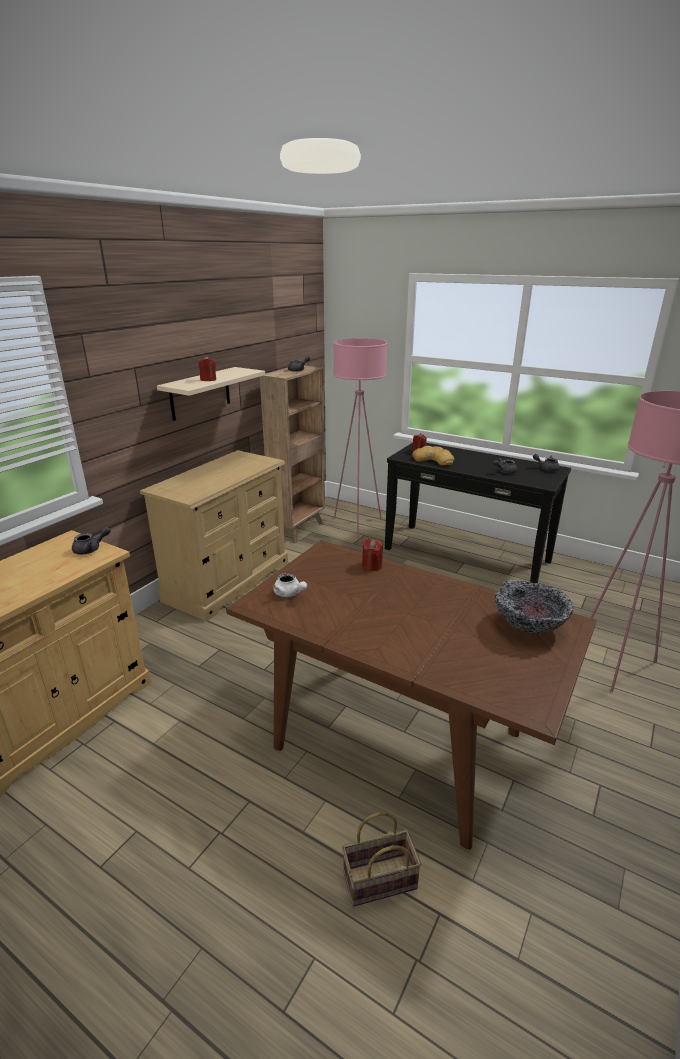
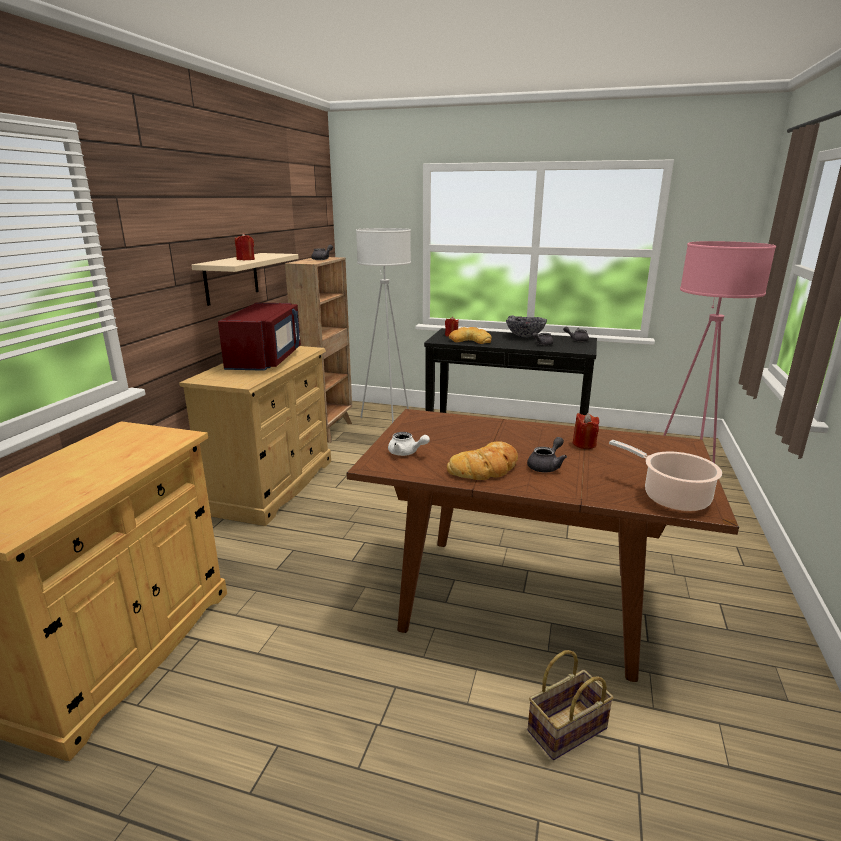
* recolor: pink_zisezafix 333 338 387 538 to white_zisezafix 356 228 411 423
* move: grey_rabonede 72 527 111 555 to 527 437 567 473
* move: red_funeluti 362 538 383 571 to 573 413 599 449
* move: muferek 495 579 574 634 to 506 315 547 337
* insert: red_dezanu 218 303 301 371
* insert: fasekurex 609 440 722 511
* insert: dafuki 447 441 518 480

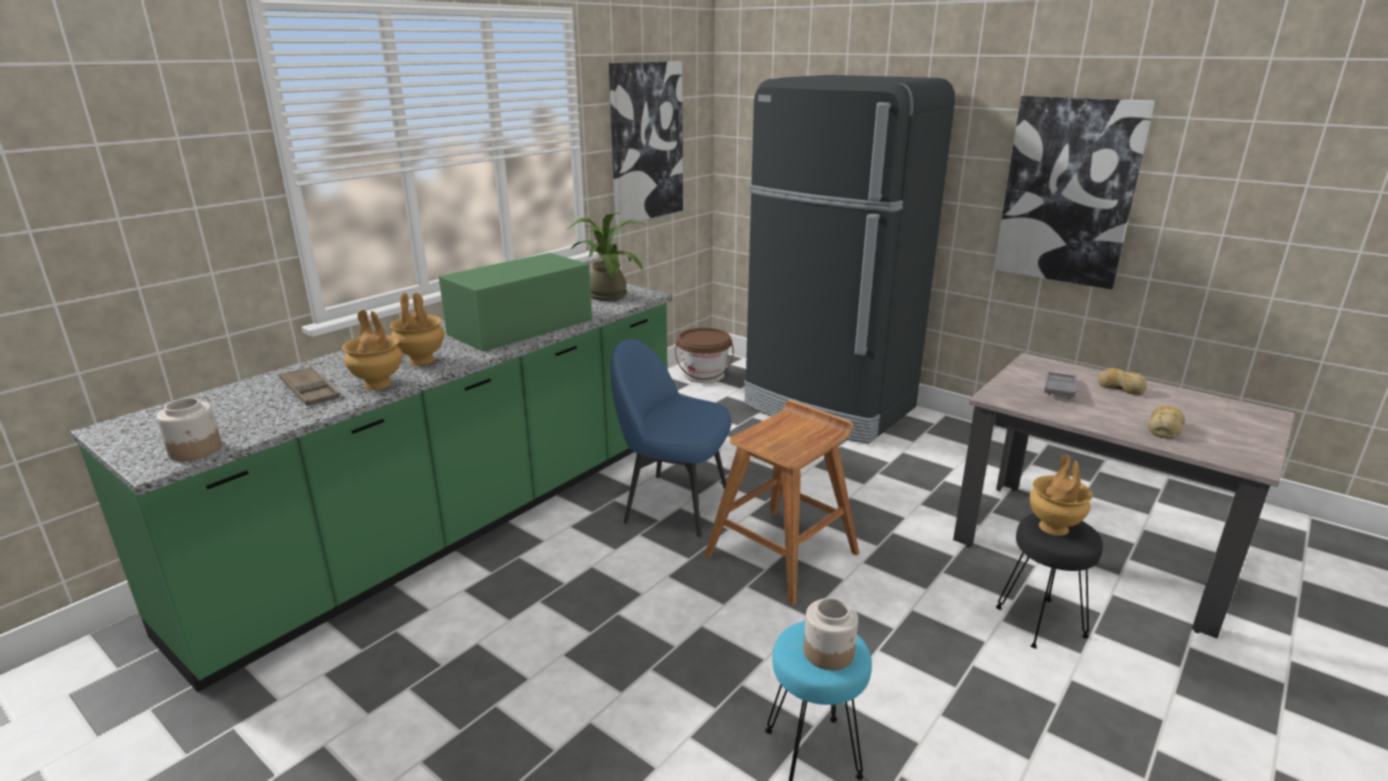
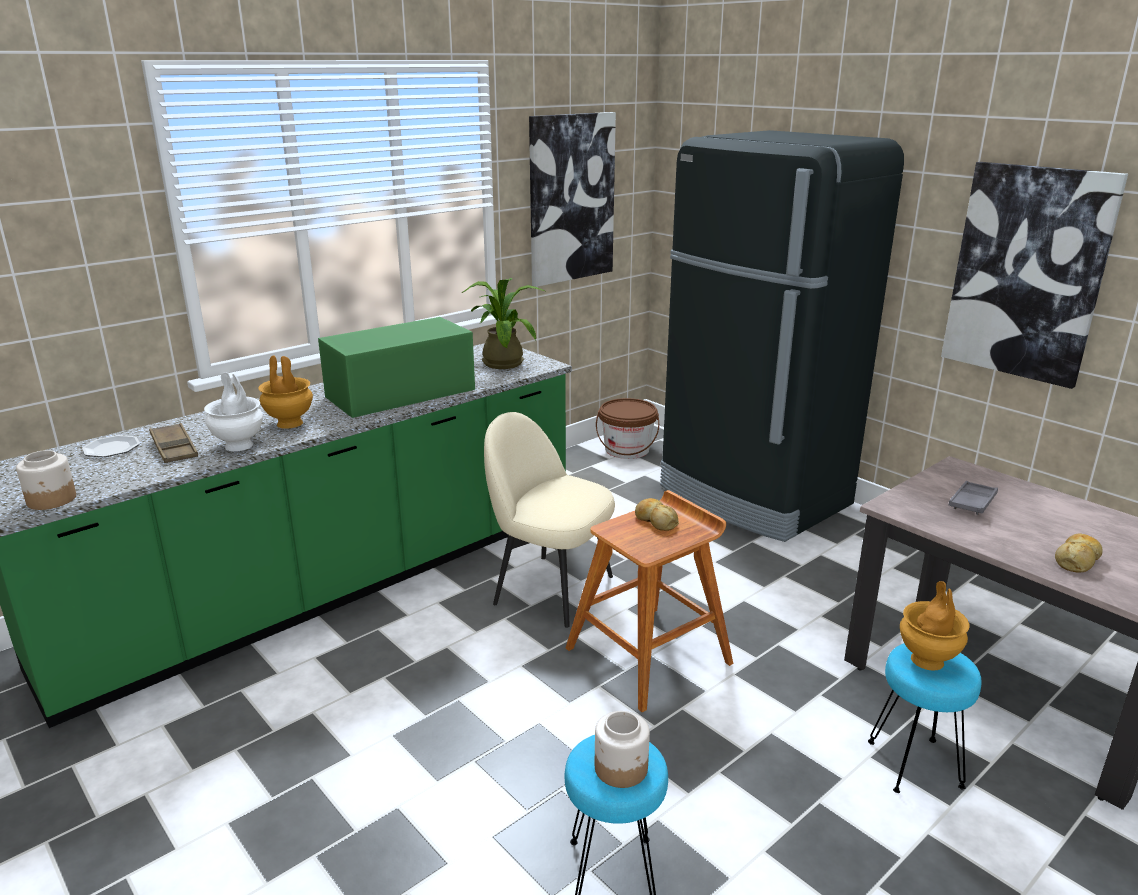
* recolor: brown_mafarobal 342 310 402 390 to white_mafarobal 204 372 263 451
* recolor: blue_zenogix 611 339 731 537 to beige_zenogix 484 412 615 628
* move: dafuki 1098 368 1147 395 to 635 498 679 531
* recolor: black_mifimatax 996 513 1103 649 to turquoise_mifimatax 868 644 981 793
* insert: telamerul 82 435 140 457

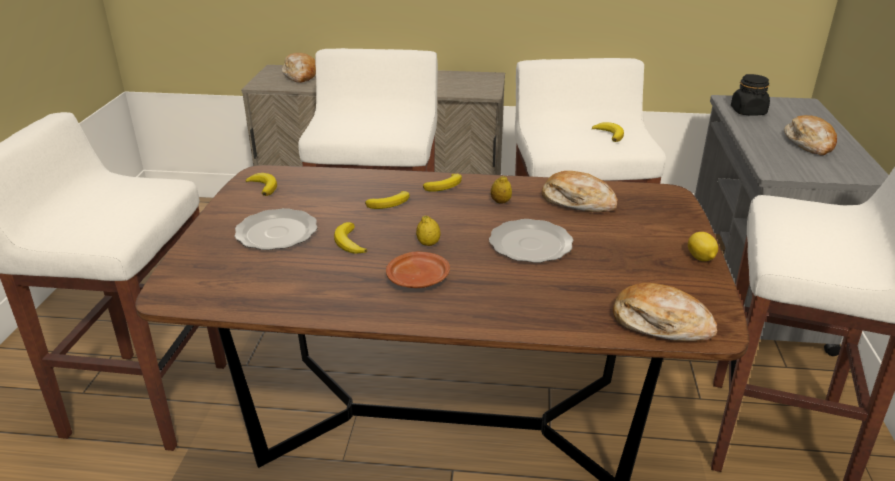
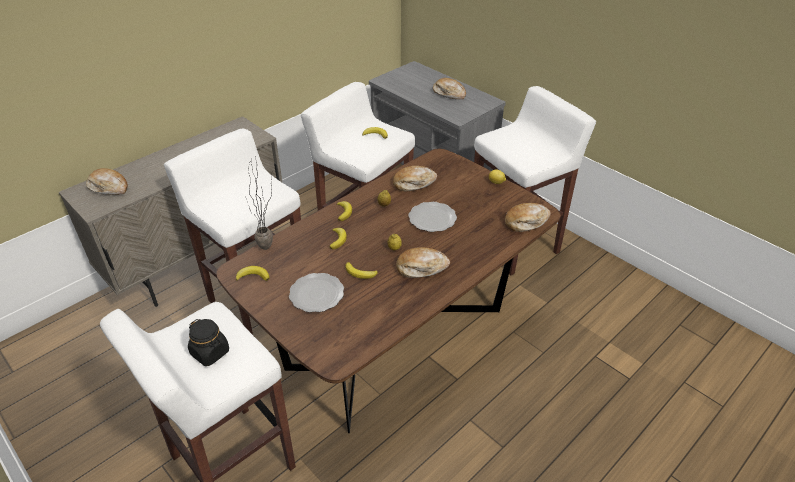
* move: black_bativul 731 74 770 116 to 188 319 229 366
* replace: brown_telamerul 386 252 450 288 to dafuki 396 247 450 278
* insert: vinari 247 154 273 250

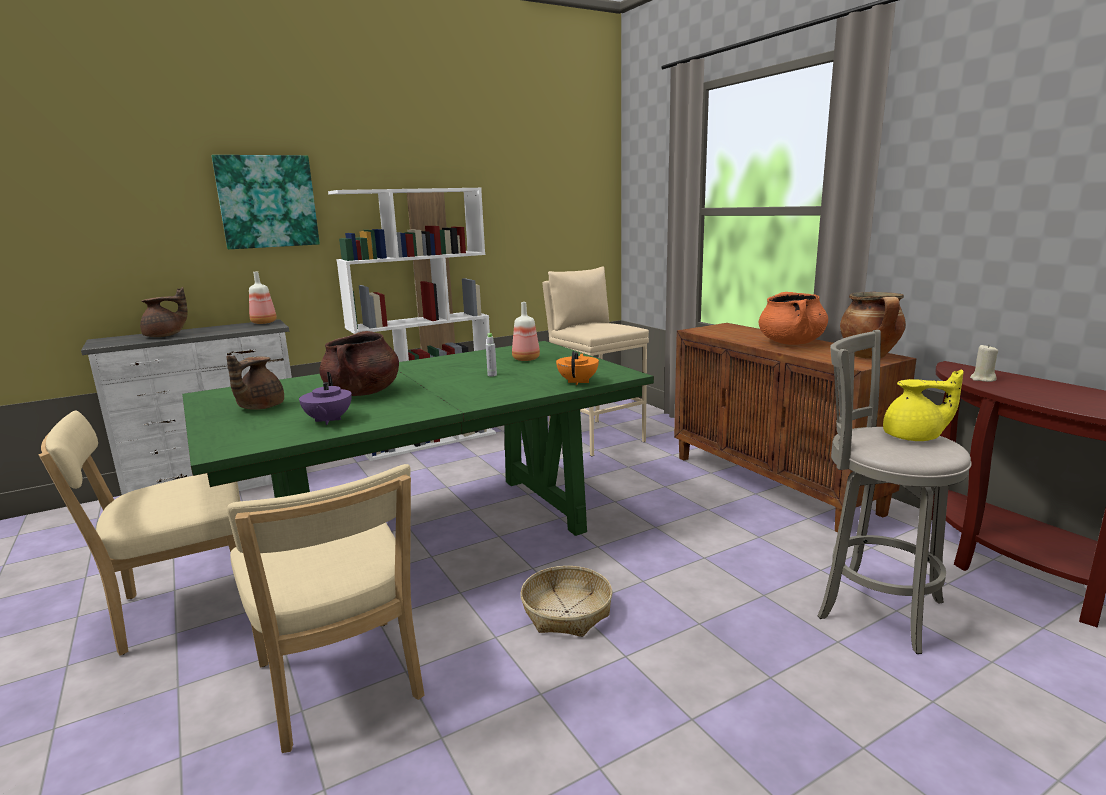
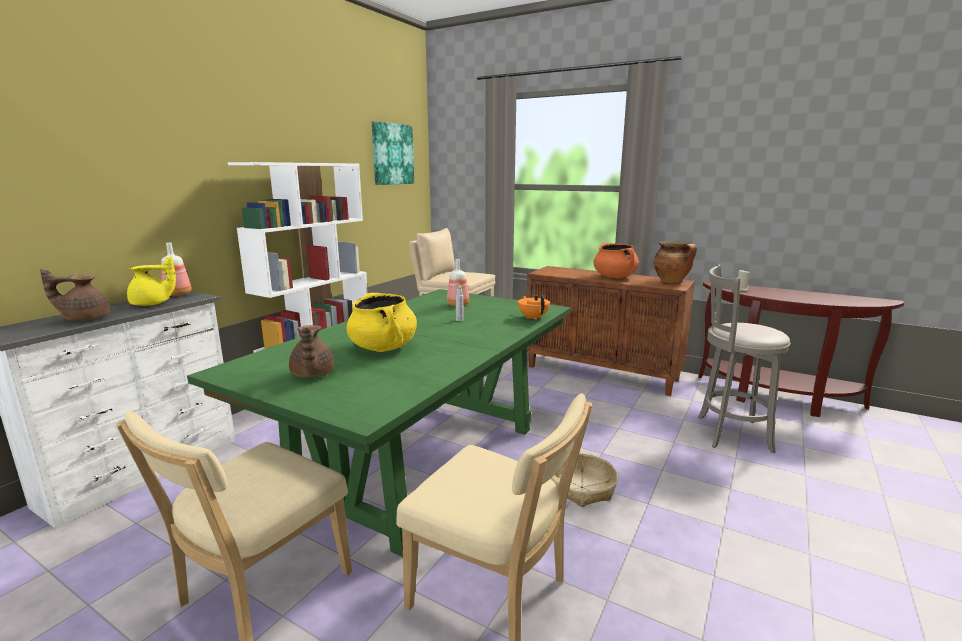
* move: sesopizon 212 155 320 249 to 372 121 414 185
* rotate: brown_rabonede 140 287 188 337 = 40 269 110 321 135 degrees counterclockwise
* recolor: brown_fasekurex 319 331 399 396 to yellow_fasekurex 347 293 417 352
* move: yellow_rabonede 883 370 964 441 to 127 256 176 306
* delete: purple_rabonede 299 372 352 425

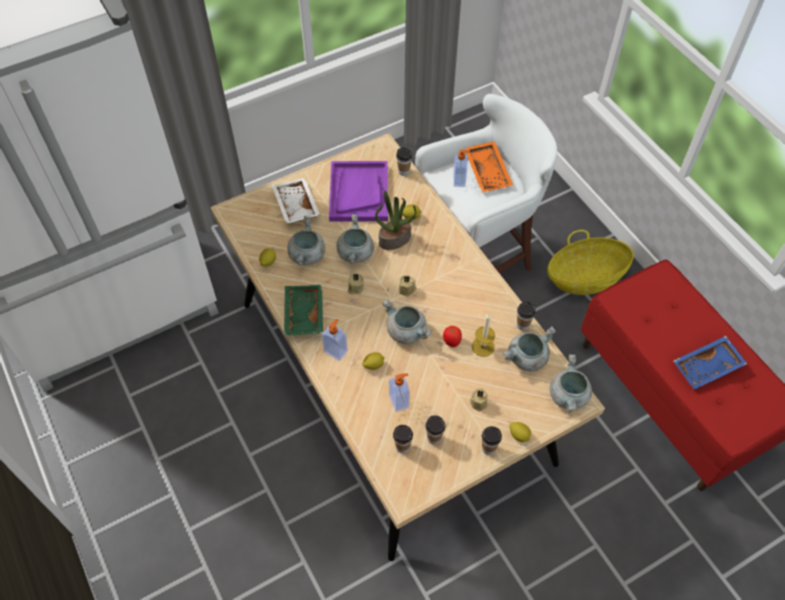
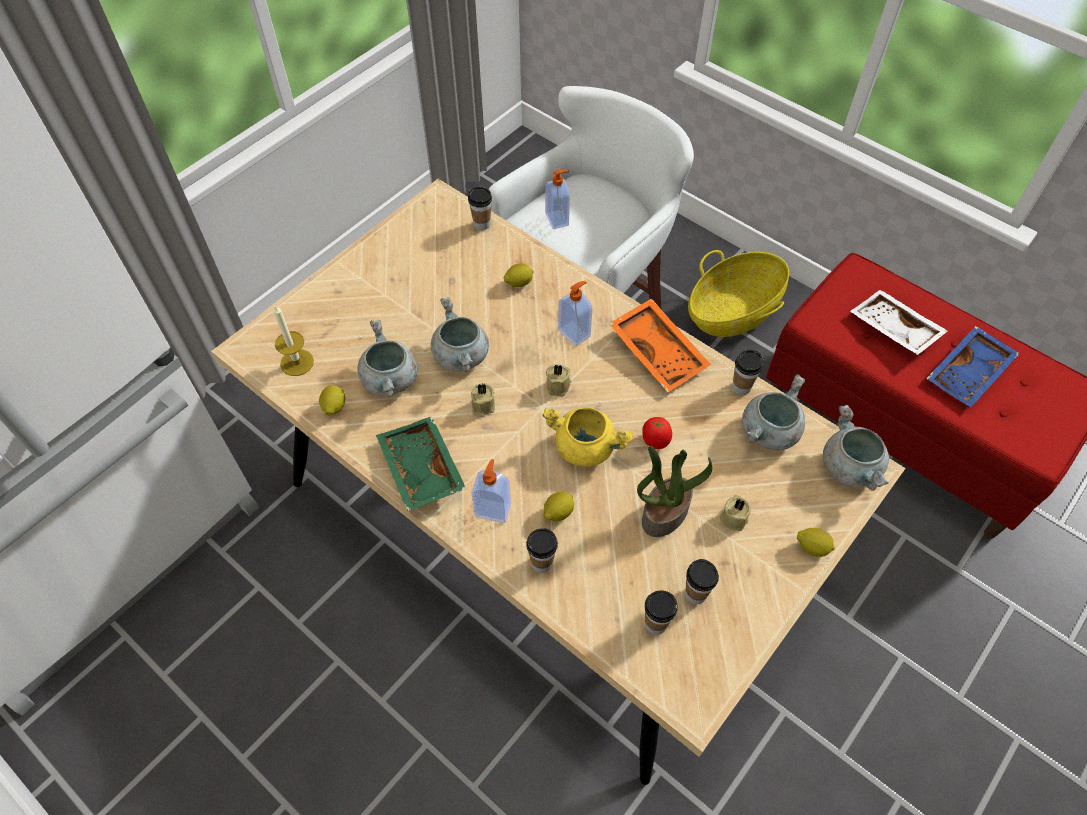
* move: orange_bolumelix 465 141 513 192 to 609 298 711 392
* delete: purple_bolumelix 329 161 388 222
* move: white_bolumelix 272 178 320 224 to 850 290 948 355
* move: vinari 375 190 416 250 to 637 446 712 537
* recolor: grey_fasekurex 382 300 433 344 to yellow_fasekurex 543 407 633 467
* move: funeluti 472 314 495 357 to 273 305 314 376
* move: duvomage 389 373 410 412 to 558 281 592 346
* move: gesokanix 482 426 502 455 to 526 528 558 573

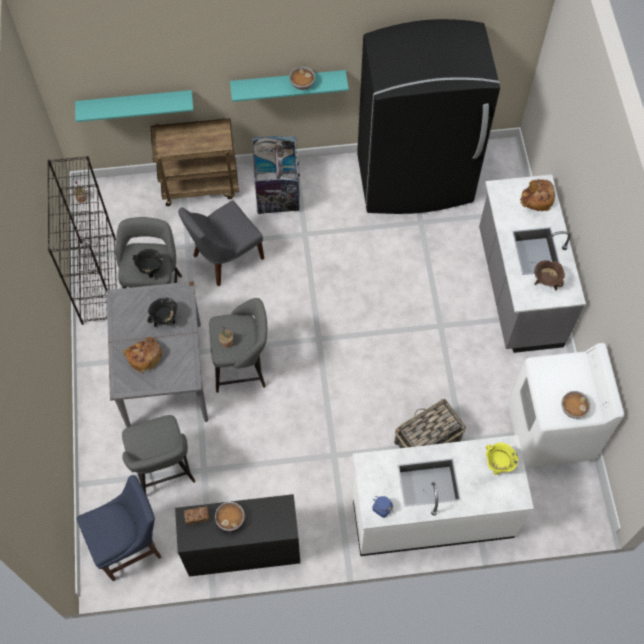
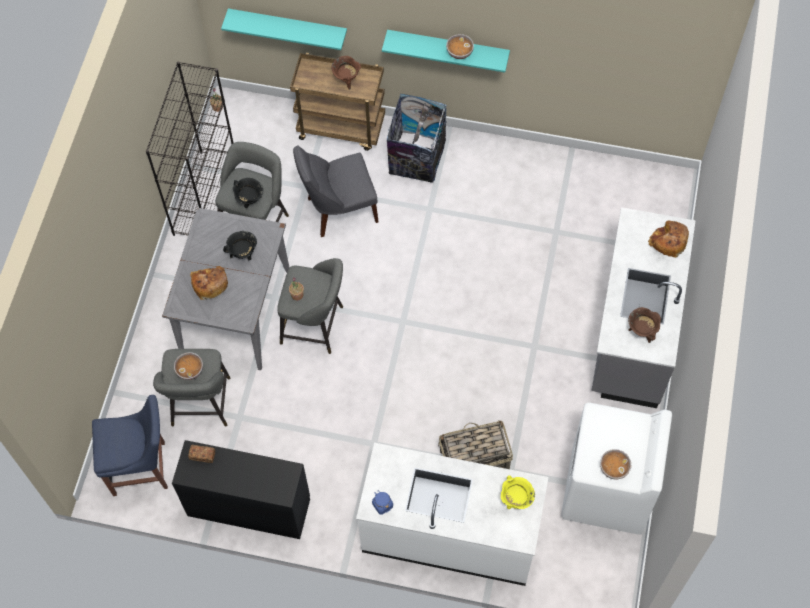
* delete: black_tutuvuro 357 19 500 214
* move: muferek 215 502 245 531 to 174 352 203 380
* insert: brown_fasekurex 332 56 361 90

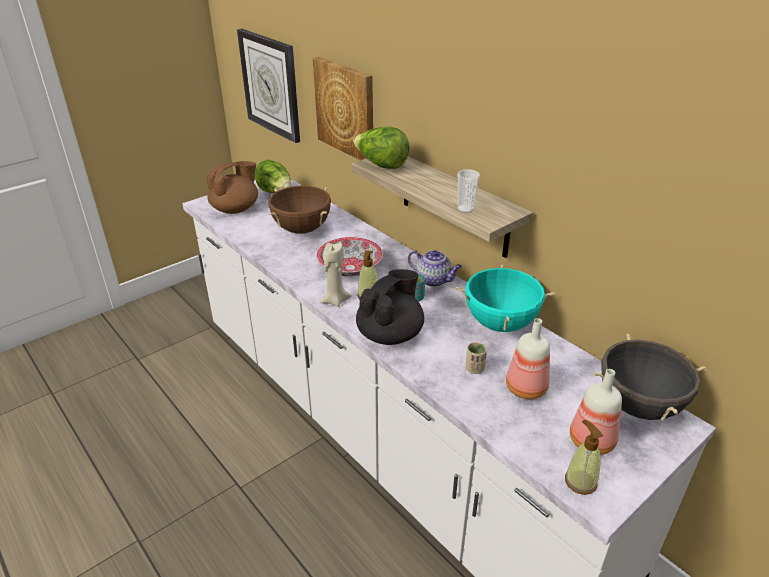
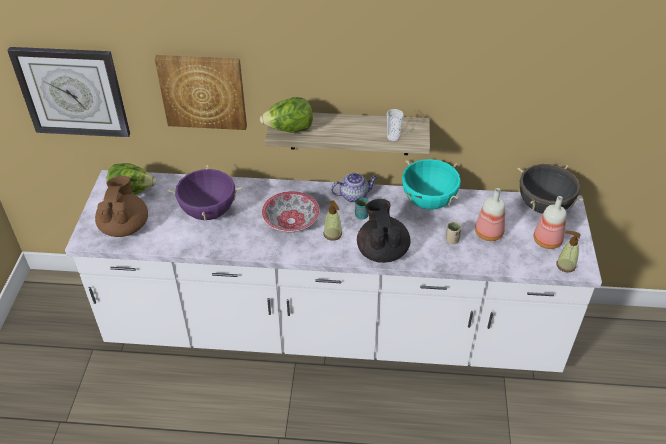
* recolor: brown_fasekurex 268 186 331 234 to purple_fasekurex 168 165 242 220
* delete: beige_funeluti 320 242 351 307

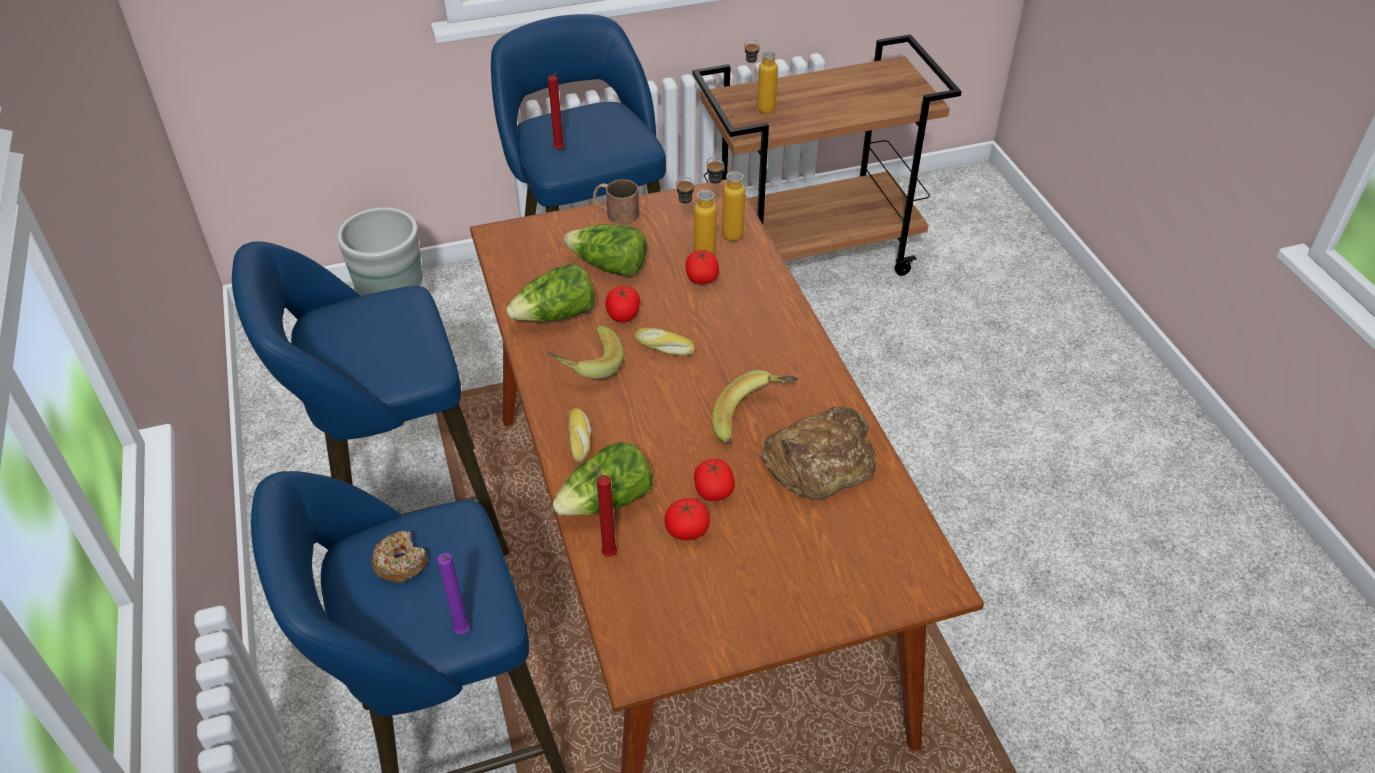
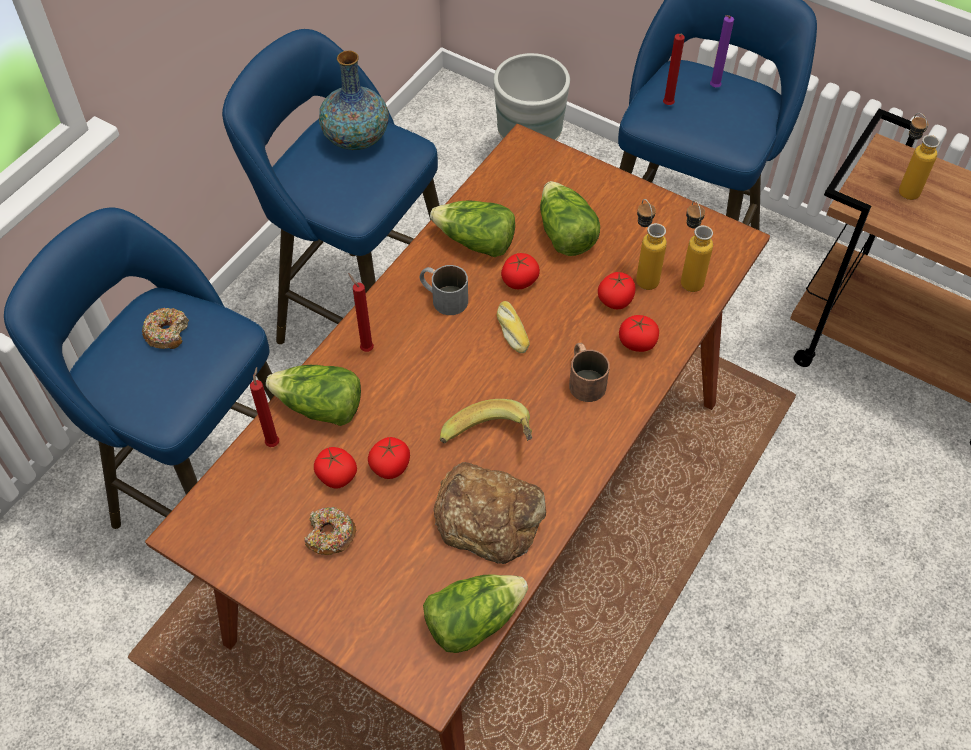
* move: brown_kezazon 593 179 639 225 to 569 343 610 402
* replace: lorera 547 325 623 379 to grey_kezazon 420 265 468 315
* replace: dafuki 568 408 591 462 to red_funeluti 348 273 374 352
* move: purple_funeluti 437 553 470 634 to 710 15 734 87
* insert: mafarobal 319 51 388 150
* insert: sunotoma 619 315 659 352
* insert: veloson 304 507 356 555
* insert: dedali 423 574 528 653

